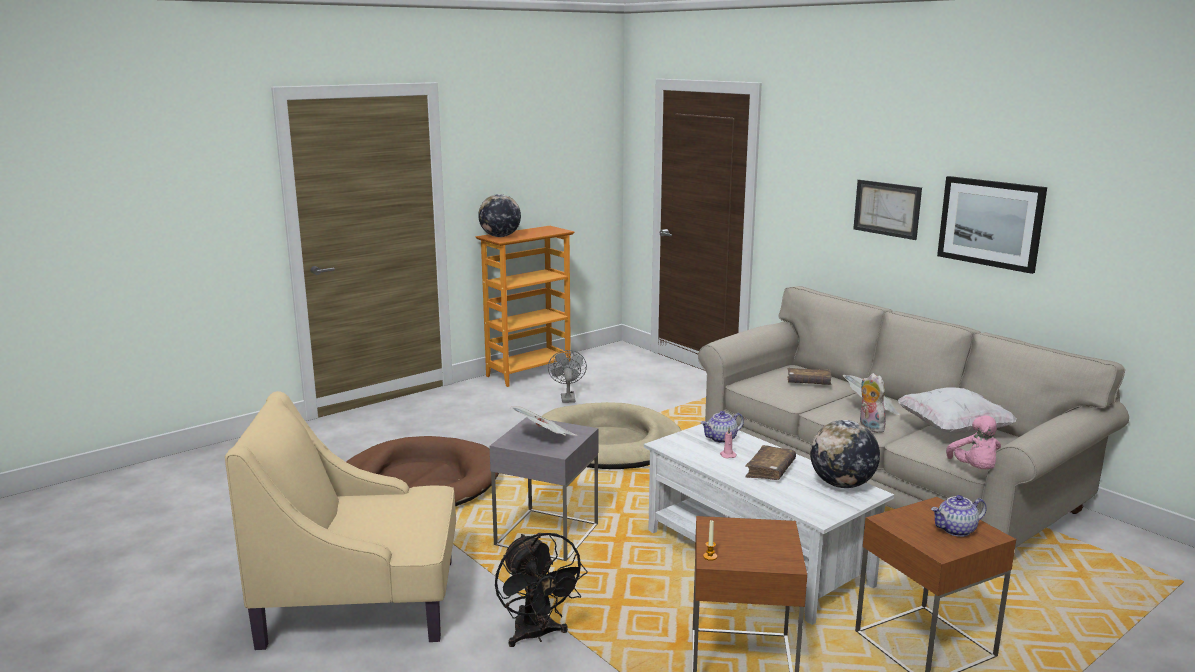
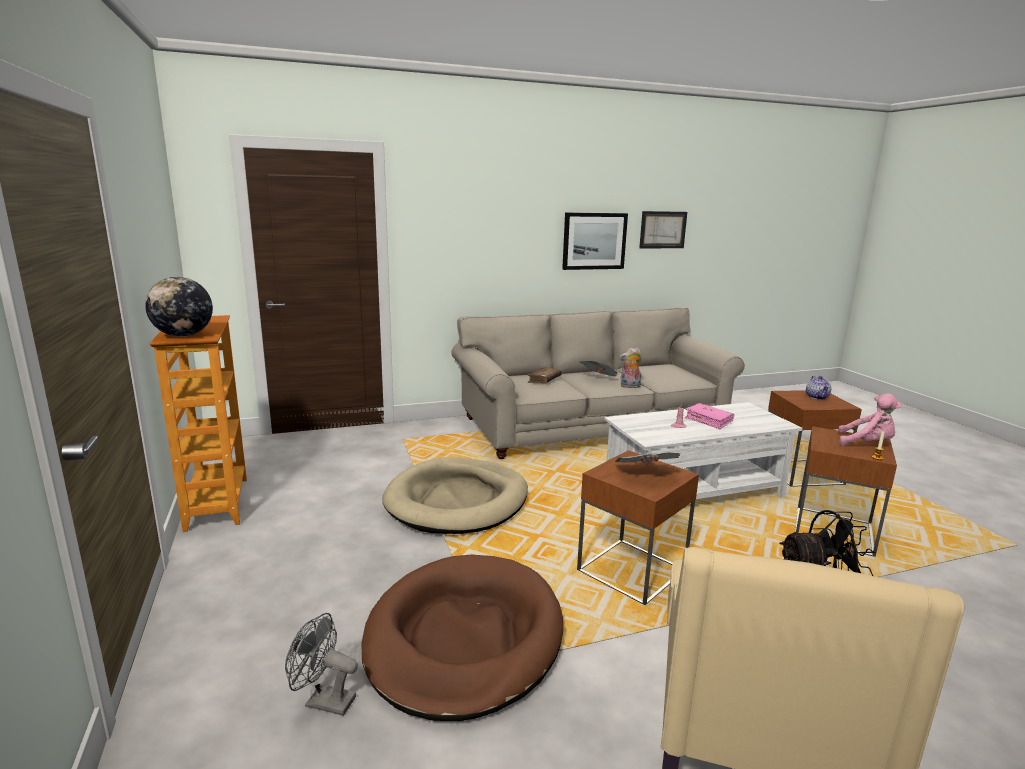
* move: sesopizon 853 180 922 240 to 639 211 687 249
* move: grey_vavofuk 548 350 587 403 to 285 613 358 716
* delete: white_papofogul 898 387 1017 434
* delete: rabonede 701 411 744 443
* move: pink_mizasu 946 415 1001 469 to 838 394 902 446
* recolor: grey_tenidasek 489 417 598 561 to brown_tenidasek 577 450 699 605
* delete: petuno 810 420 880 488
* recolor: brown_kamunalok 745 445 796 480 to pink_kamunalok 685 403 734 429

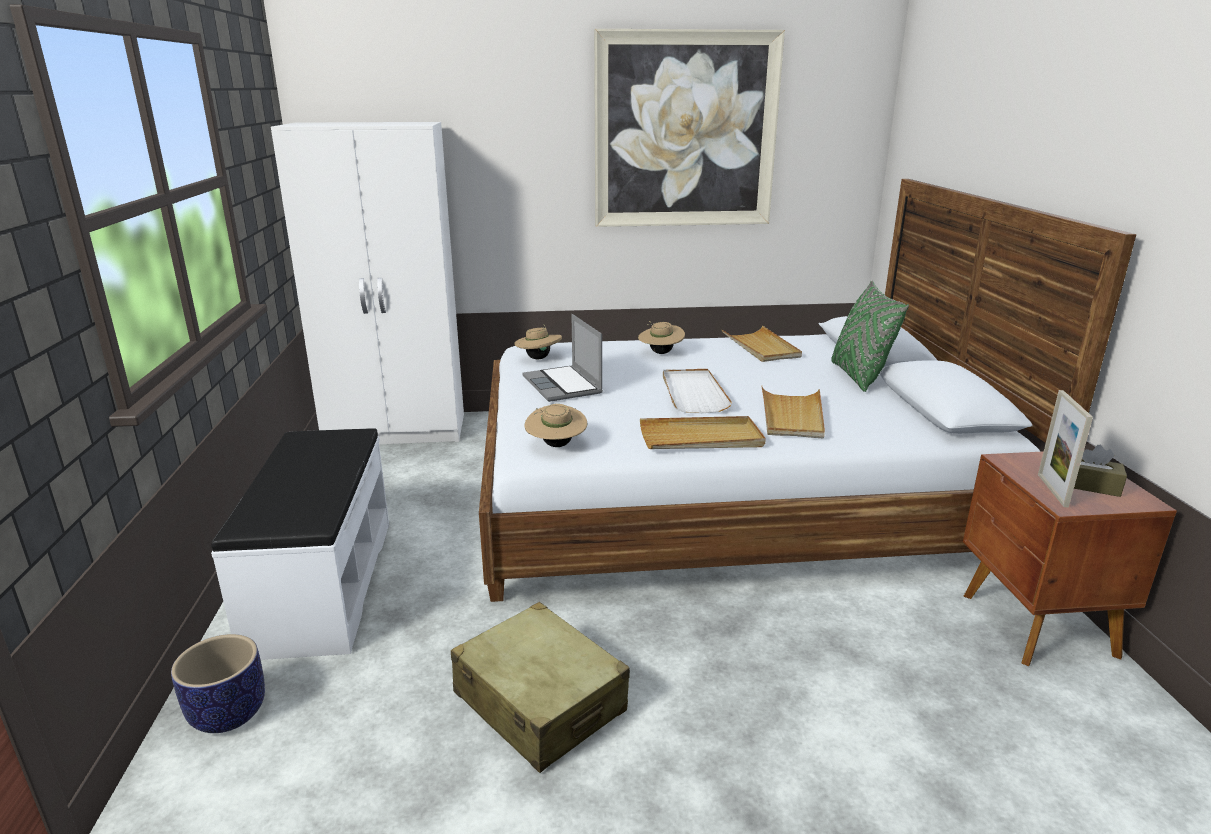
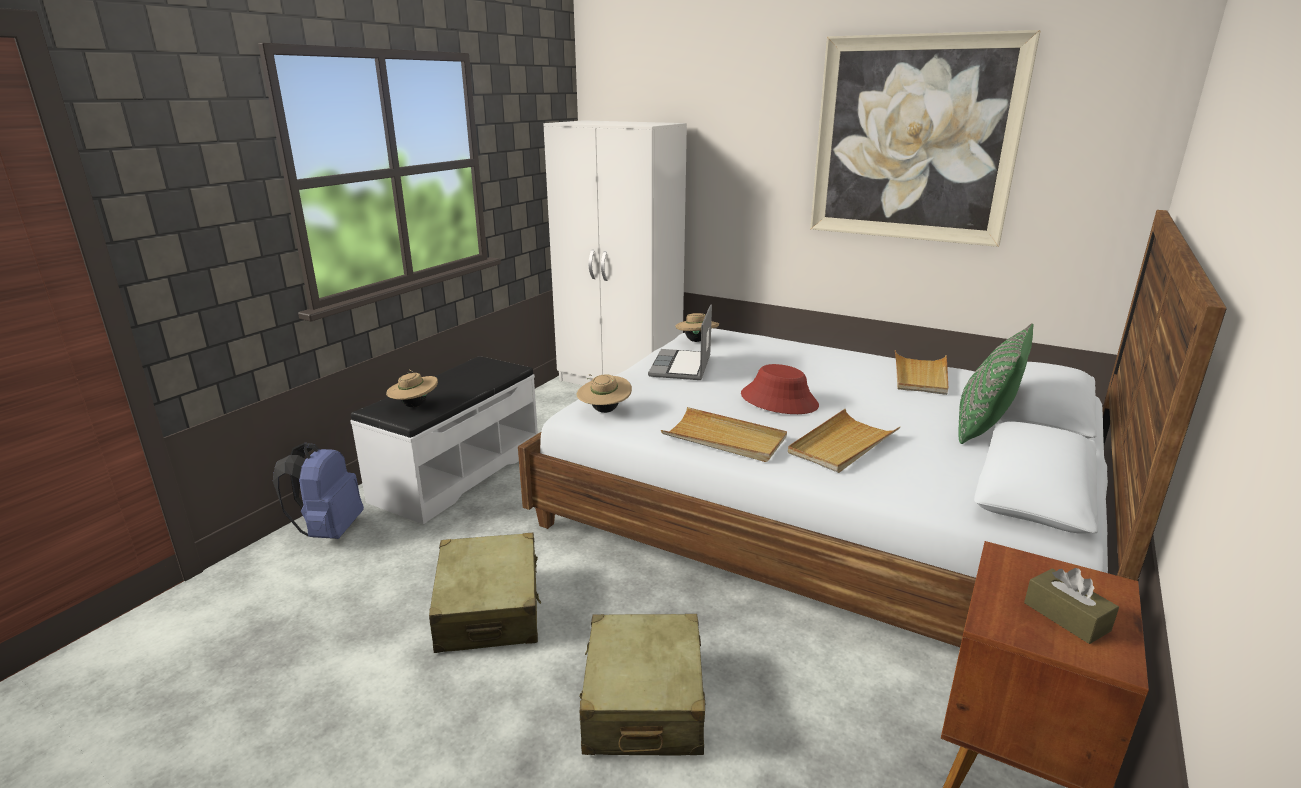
* move: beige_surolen 638 321 685 354 to 386 370 438 407
* replace: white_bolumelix 663 369 732 413 to red_surolen 741 364 819 414
* delete: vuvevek 1038 390 1093 507
* replace: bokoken 171 634 265 733 to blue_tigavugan 273 443 364 539
* insert: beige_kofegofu 579 614 705 756

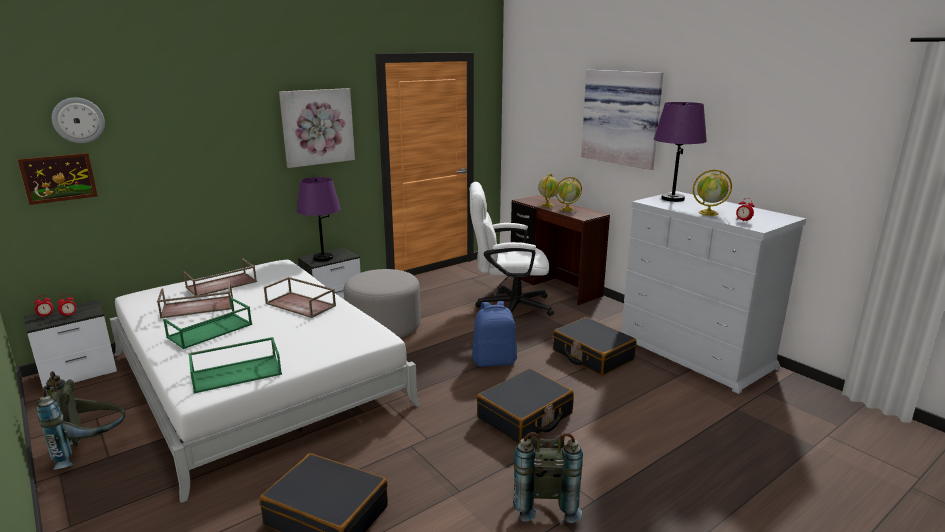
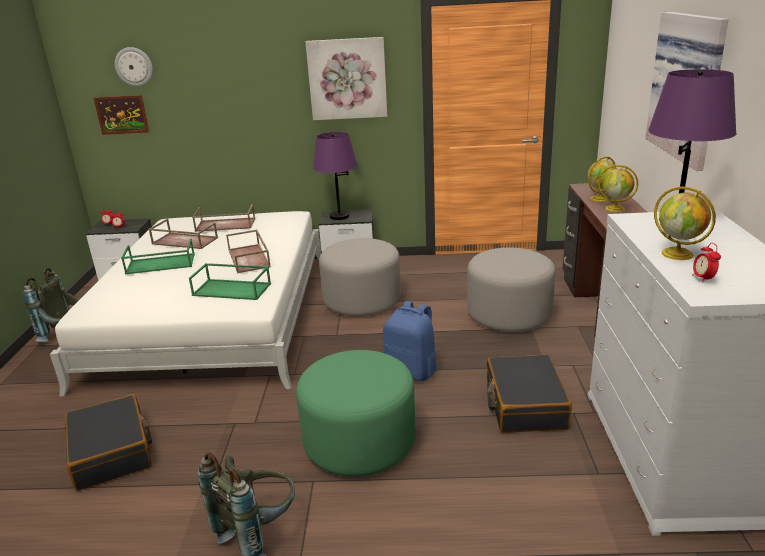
* replace: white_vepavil 470 182 554 316 to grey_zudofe 467 248 555 332
* move: green_bolumelix 188 337 282 393 to 189 263 271 300
* replace: black_kofegofu 477 369 574 444 to green_zudofe 296 350 416 477

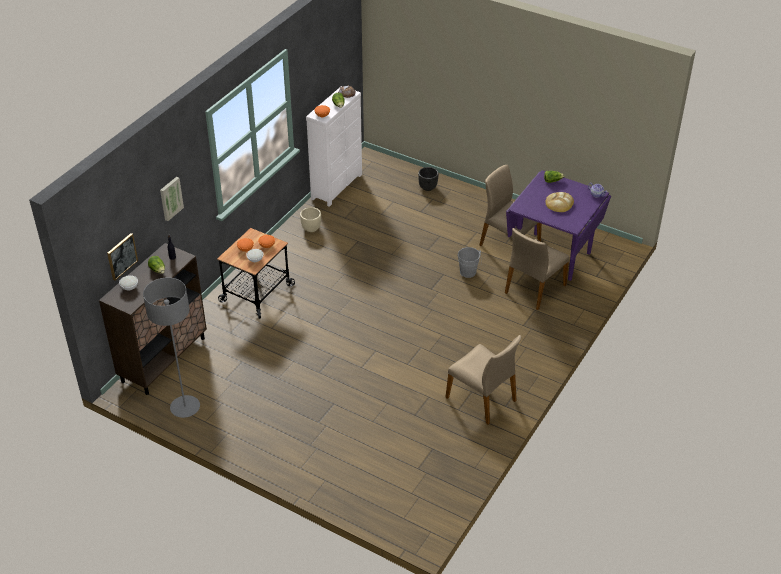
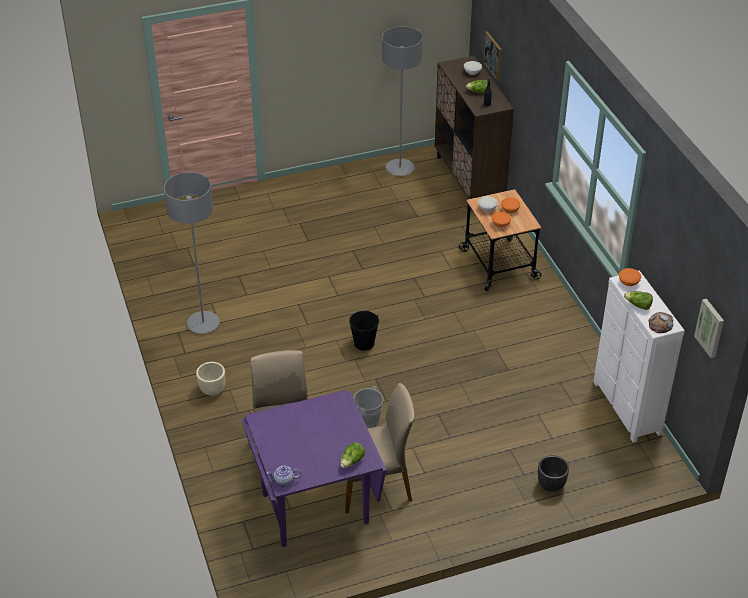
* move: sesopizon 160 177 184 221 to 694 299 724 358
* delete: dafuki 545 192 574 212
* move: beige_bokoken 300 207 321 232 to 196 362 225 396
* replace: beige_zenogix 445 335 521 424 to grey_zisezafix 164 172 220 334
* insert: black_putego 349 311 379 351

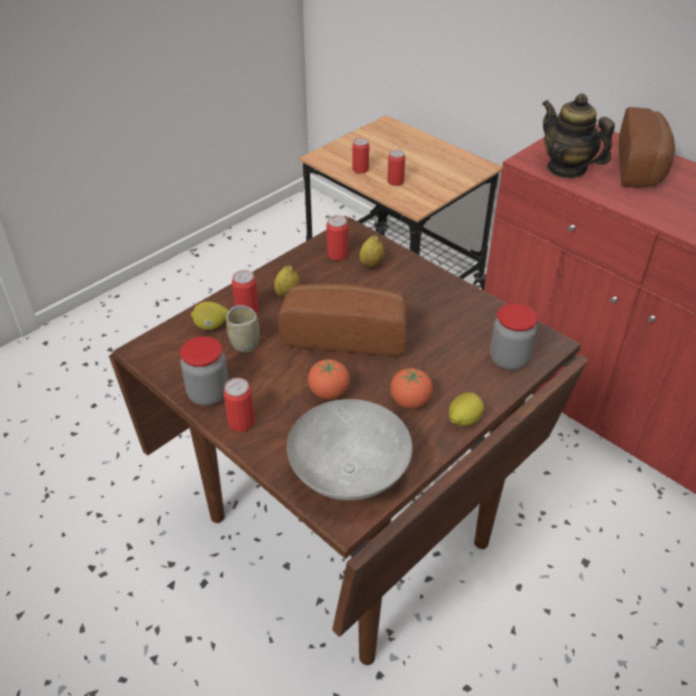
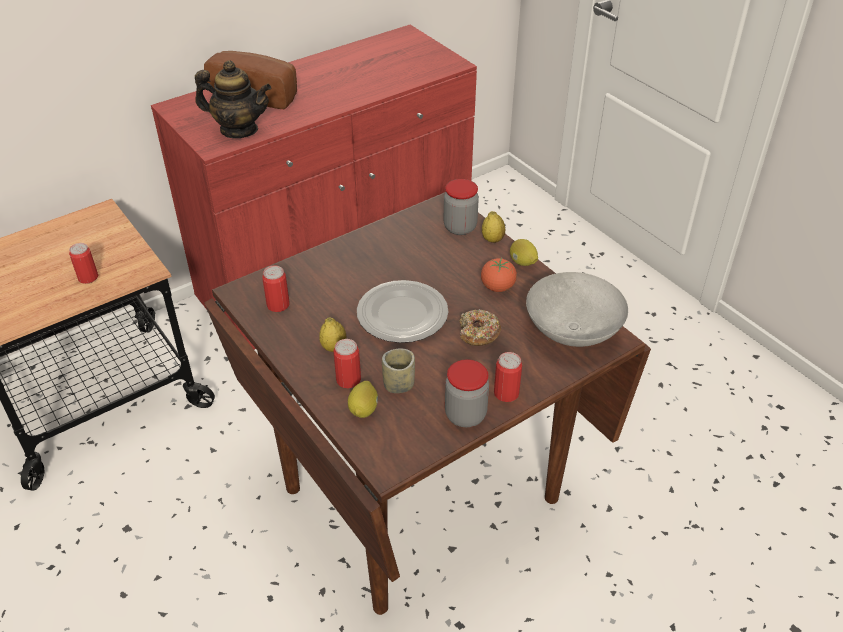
* rotate: rabonede 542 93 615 178 = 195 60 271 138 135 degrees counterclockwise
* delete: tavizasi 352 138 369 174
* move: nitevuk 359 235 385 269 to 482 211 505 243
* replace: dafuki 278 284 407 356 to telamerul 357 280 449 343
* replace: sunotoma 308 359 350 399 to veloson 460 309 501 346

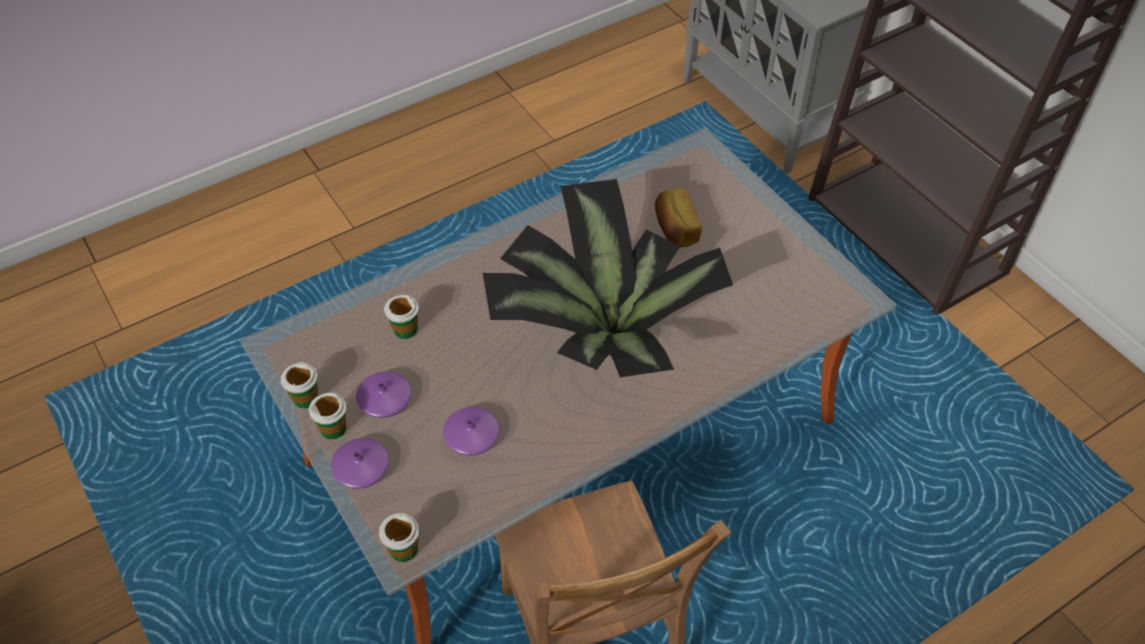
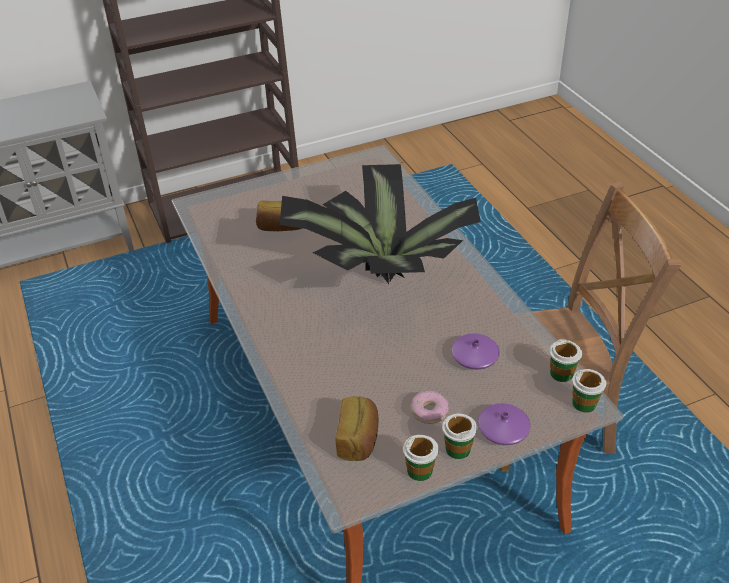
* move: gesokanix 384 295 419 339 to 549 339 582 382
* replace: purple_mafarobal 356 371 412 418 to veloson 411 391 449 424
* insert: dafuki 336 396 379 461

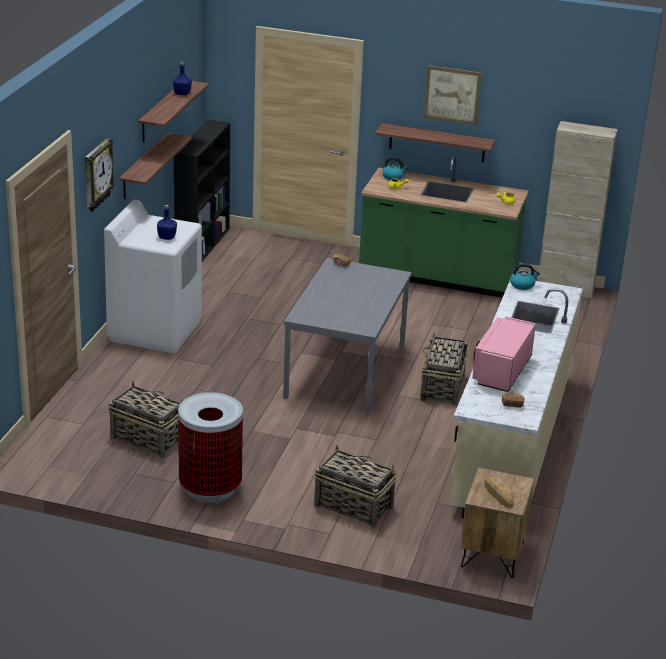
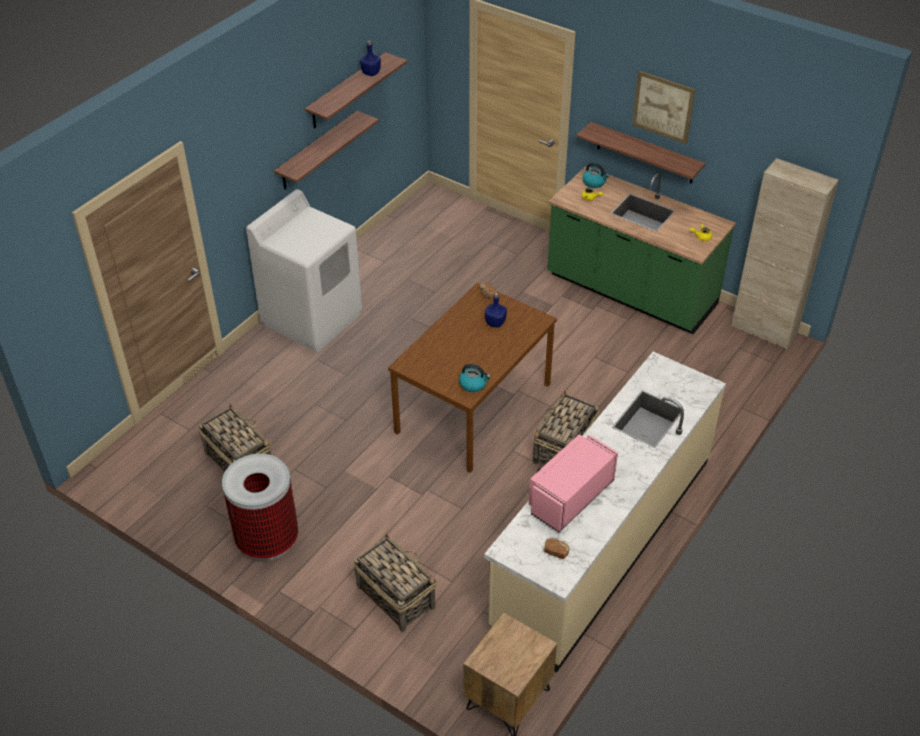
* delete: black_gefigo 174 120 230 261
* delete: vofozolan 85 138 115 212
* move: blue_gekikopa 157 205 177 240 to 485 293 507 328
* recolor: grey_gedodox 283 258 412 415 to brown_gedodox 388 283 557 473
* move: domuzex 510 263 540 290 to 459 364 491 392
* delete: dafuki 484 477 514 508

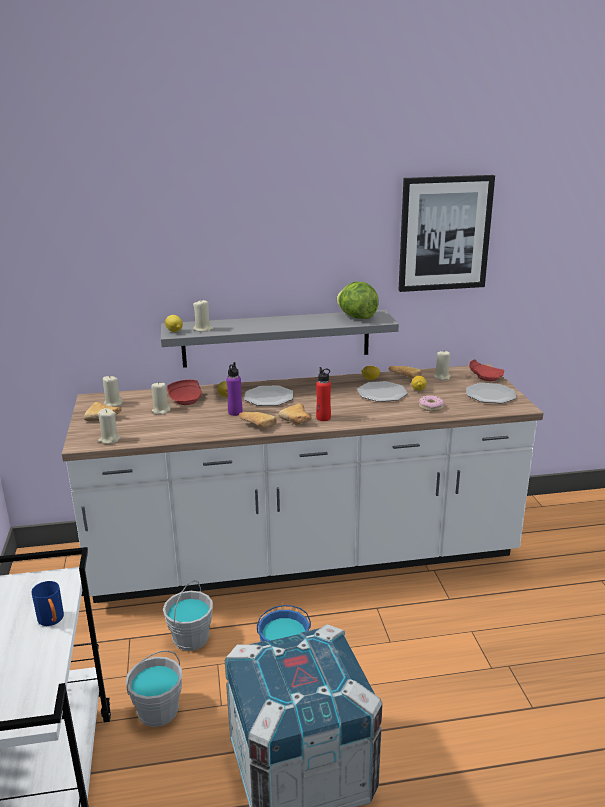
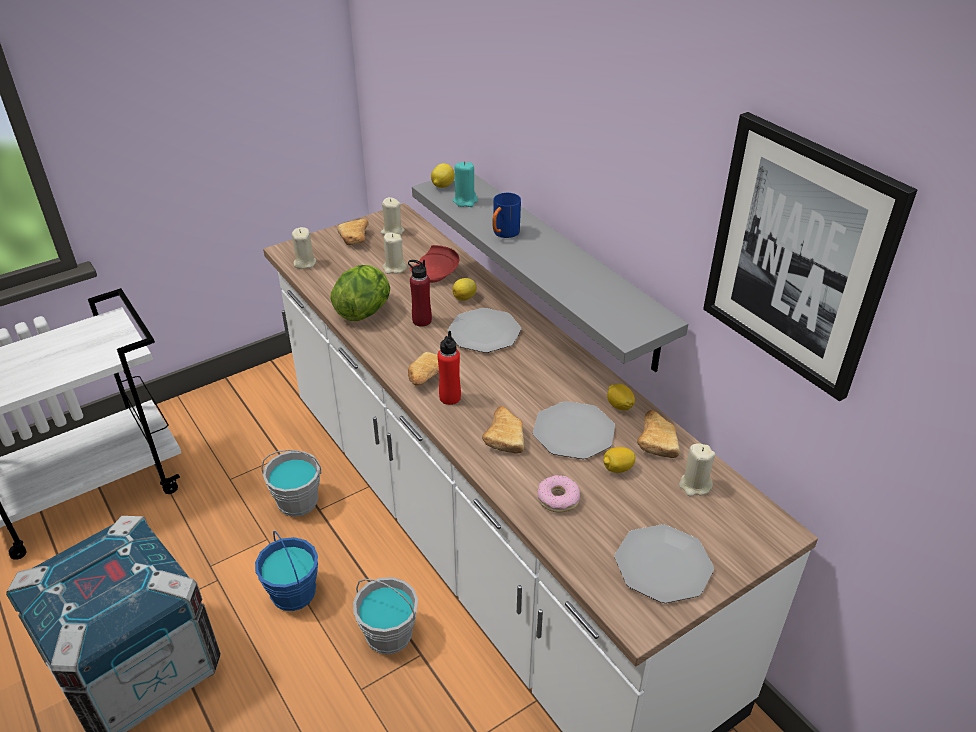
* move: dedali 337 282 379 319 to 330 265 390 321
* recolor: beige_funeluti 193 300 213 332 to turquoise_funeluti 453 161 478 207
* delete: red_telamerul 469 359 504 381
* recolor: purple_gekikopa 226 362 243 416 to red_gekikopa 408 260 432 327
* move: dafuki 239 412 277 428 to 482 406 525 453
* move: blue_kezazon 31 581 64 626 to 493 193 521 238
* move: grey_putego 125 650 183 727 to 353 577 418 655

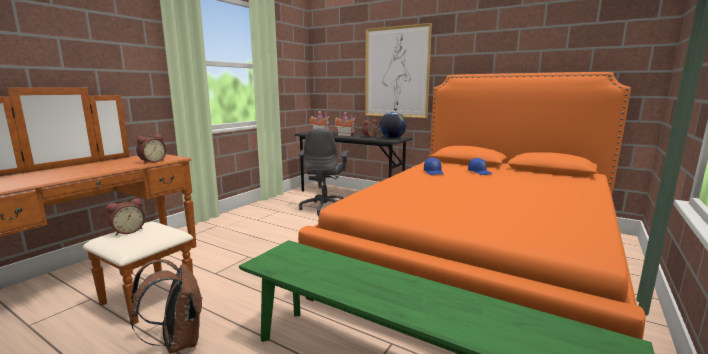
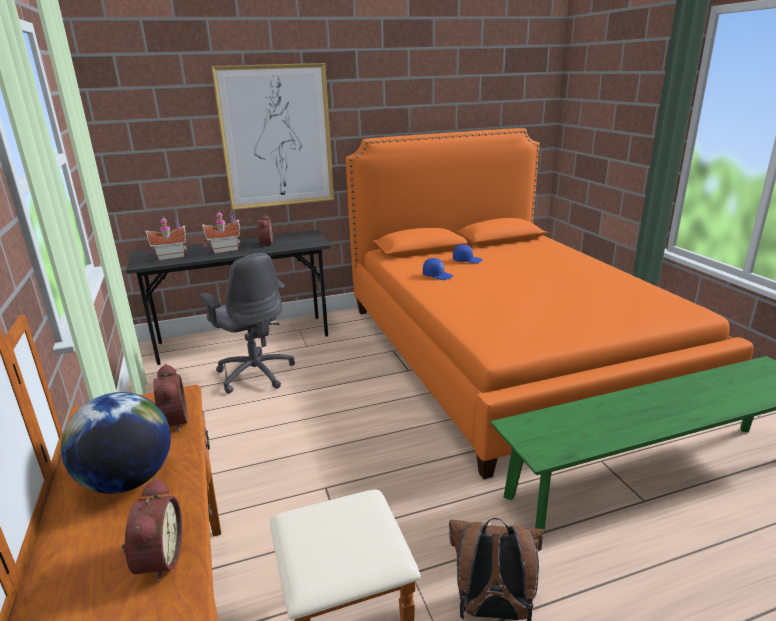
* move: petuno 379 112 406 139 to 61 392 171 494
* move: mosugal 106 198 145 236 to 122 478 182 583

